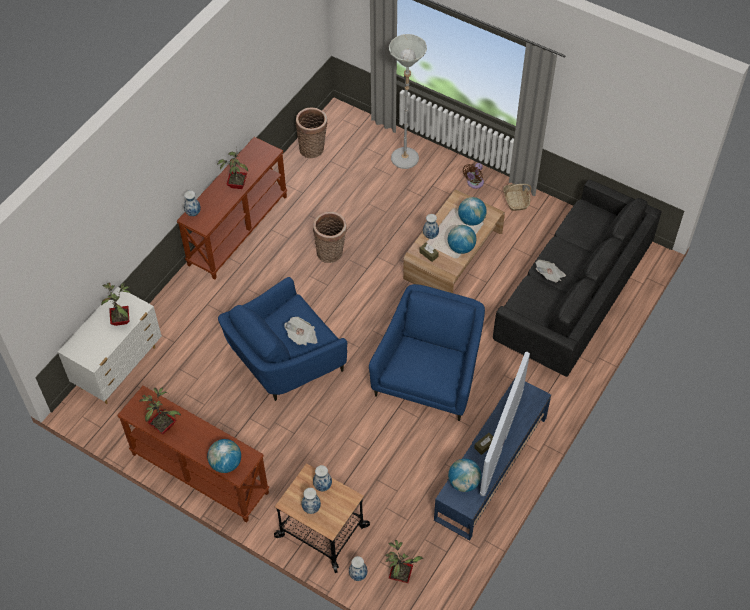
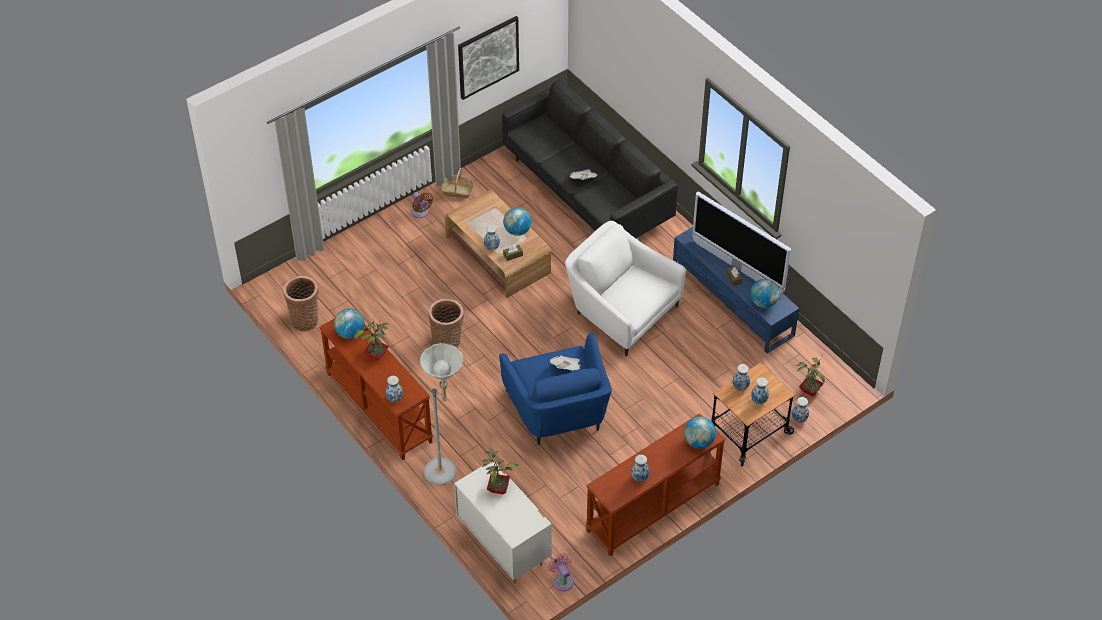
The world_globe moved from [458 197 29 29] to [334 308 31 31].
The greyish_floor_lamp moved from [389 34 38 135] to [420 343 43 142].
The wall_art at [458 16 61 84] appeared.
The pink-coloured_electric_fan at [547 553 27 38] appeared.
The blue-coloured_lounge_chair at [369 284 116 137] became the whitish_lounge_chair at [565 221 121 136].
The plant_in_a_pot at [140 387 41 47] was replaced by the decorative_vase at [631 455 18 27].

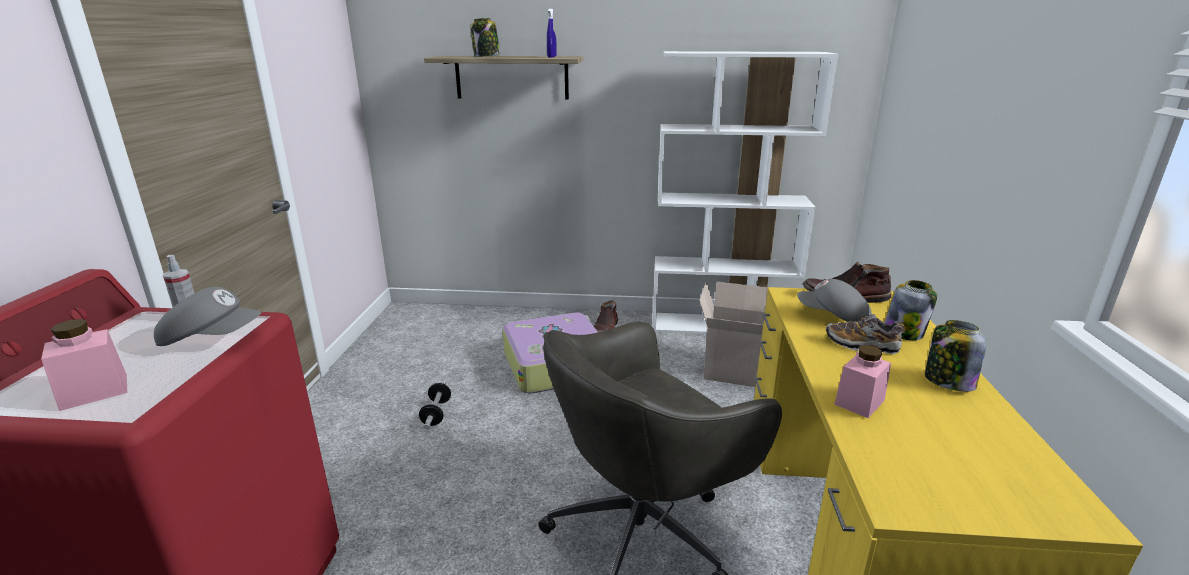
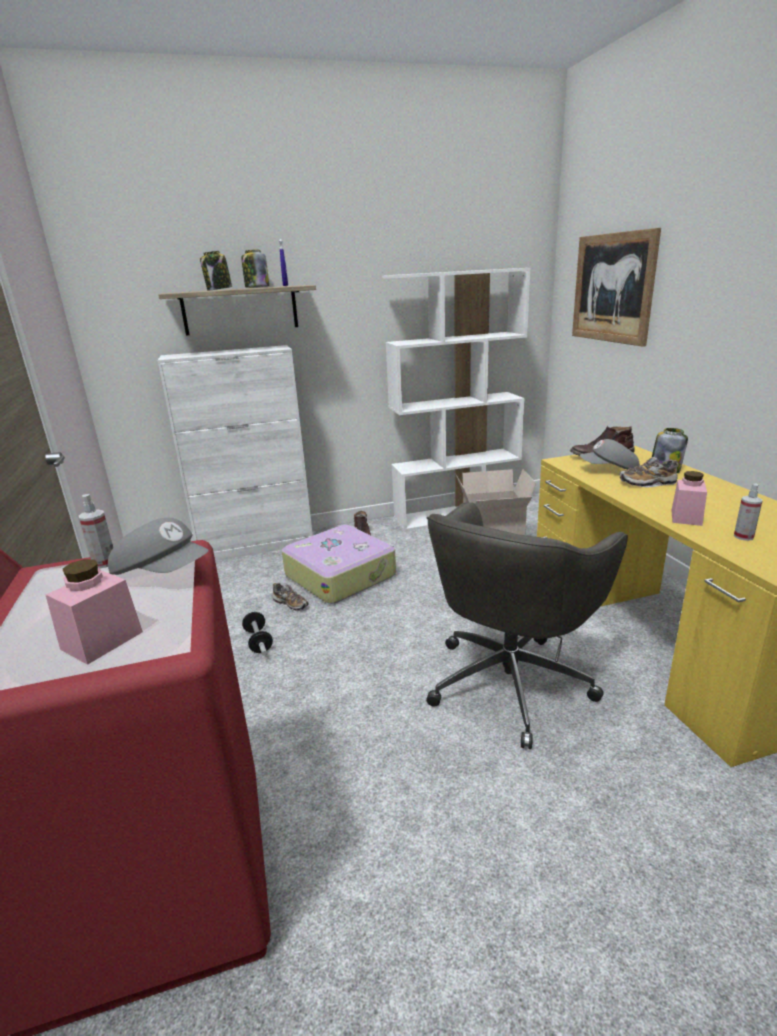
The greyish_cap at [154 287 107 59] turned 45 degrees clockwise.
The whitish_storage_cabinet at [157 345 156 216] appeared.
The jar moved from [925 320 62 72] to [241 250 28 38].
The item_of_footwear at [273 583 36 28] appeared.
The wall_art at [572 228 89 119] appeared.
The spray_bottle at [734 484 29 57] appeared.

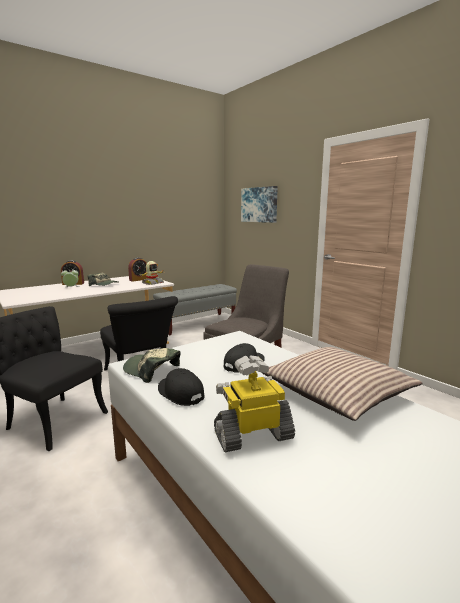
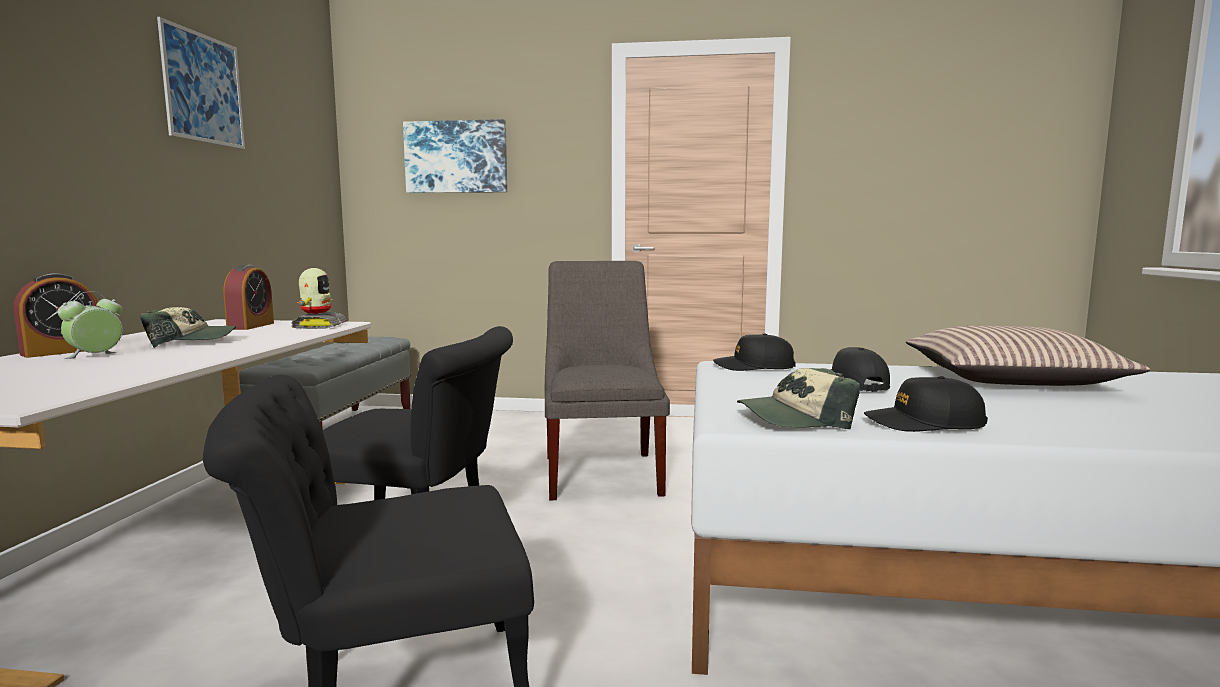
The wall_art at [157 17 88 132] appeared.
The black-coloured_cap at [713 333 83 38] appeared.
The toy_robot at [214 355 81 98] disappeared.

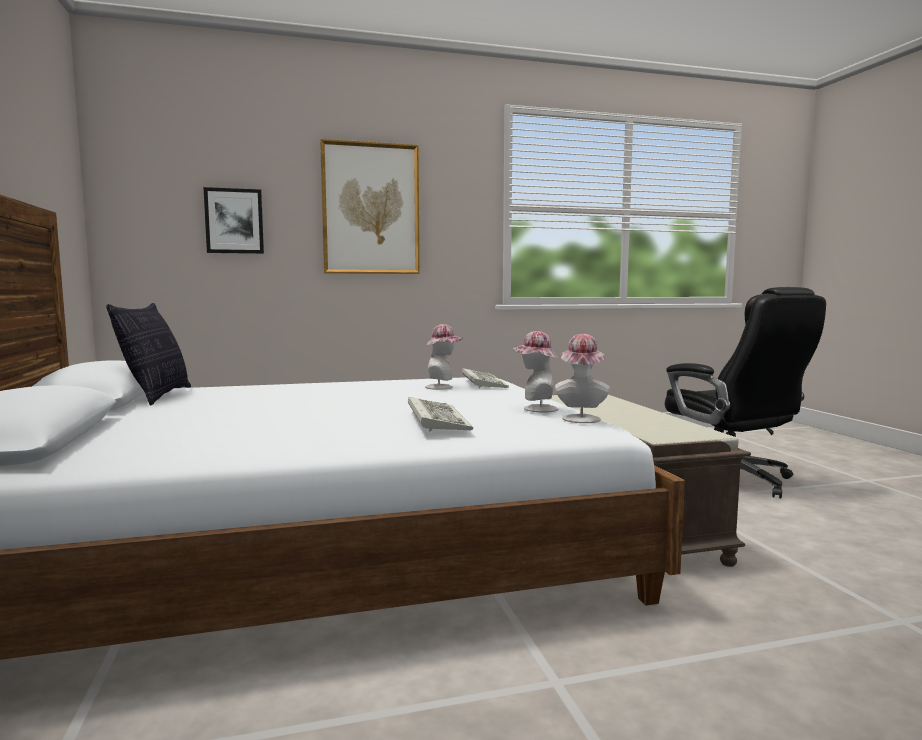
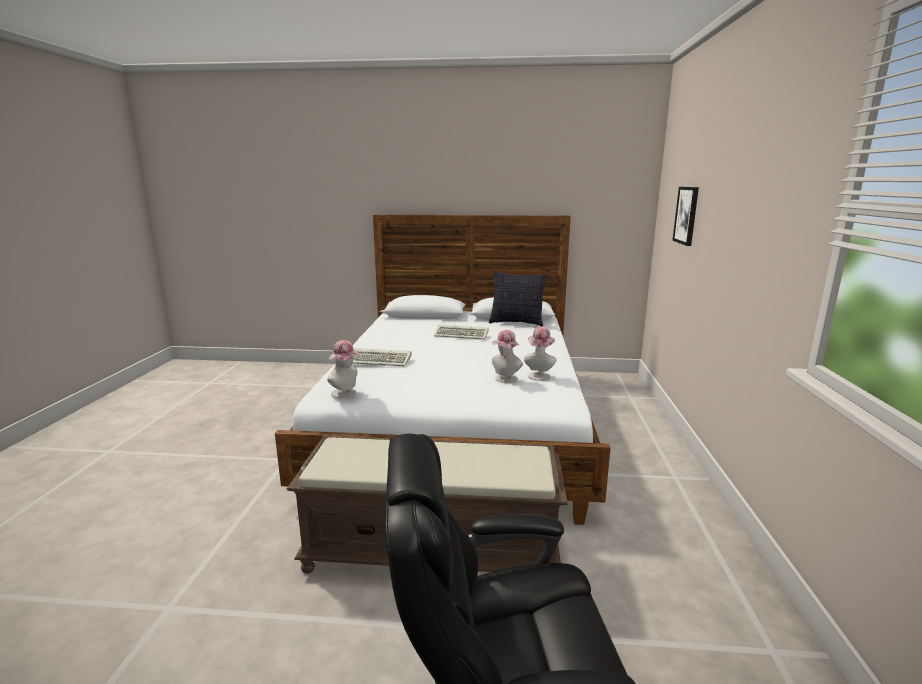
The keyboard moved from [462 368 47 21] to [434 325 55 15].
The wearable_hat moved from [512 331 47 81] to [524 326 33 55].
The wall_art at [320 139 100 135] disappeared.

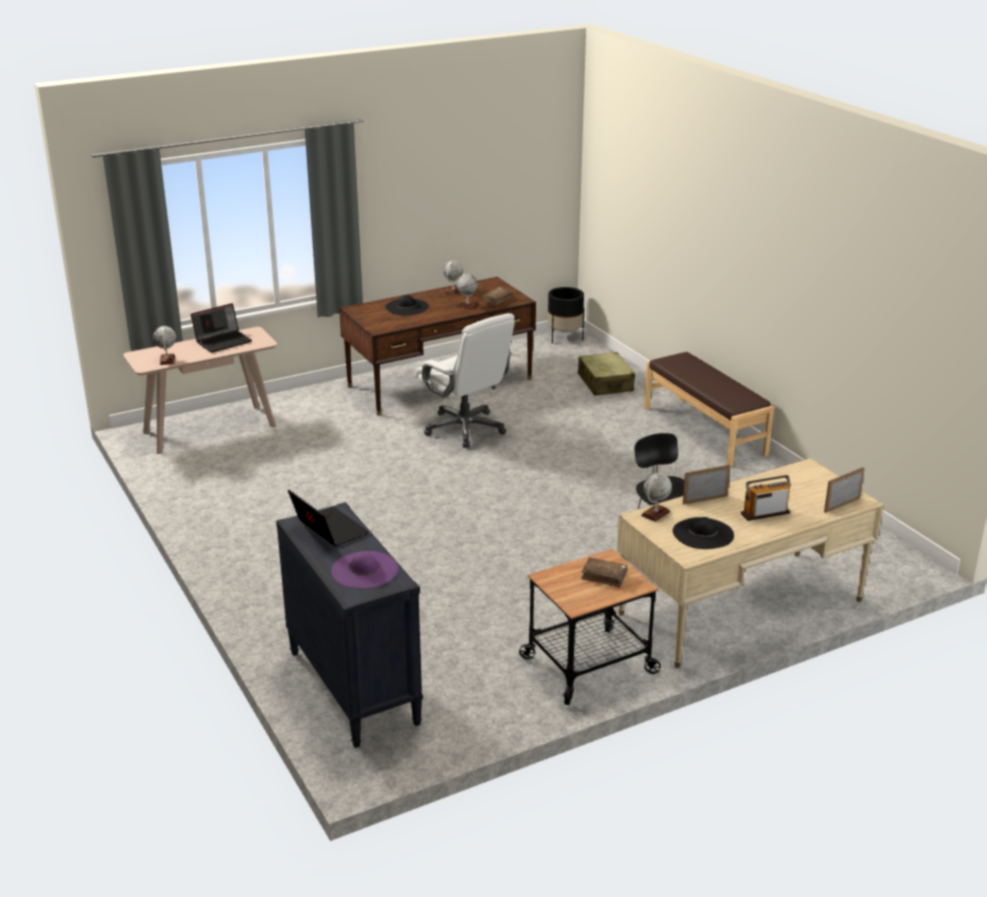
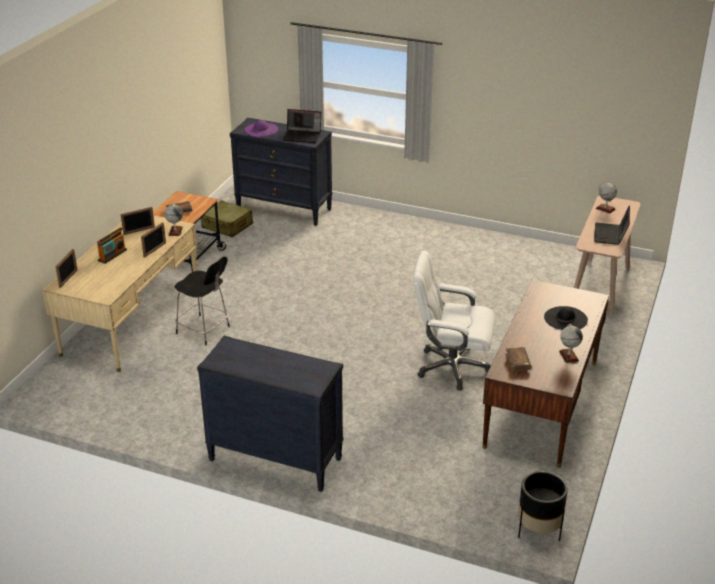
The black-coloured_wearable_hat at [673 517 61 32] was replaced by the picture_frame at [121 207 34 28].
The brown-coloured_indoor_bench at [644 352 130 115] was replaced by the black-coloured_drawer_chest at [197 336 147 156].
The beige_suitcase moved from [578 352 57 44] to [201 200 52 37].
The world_globe at [456 273 23 37] disappeared.

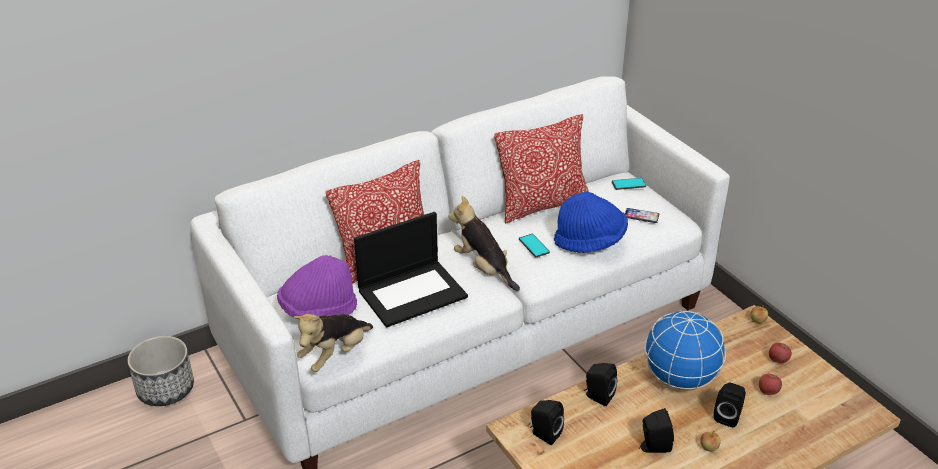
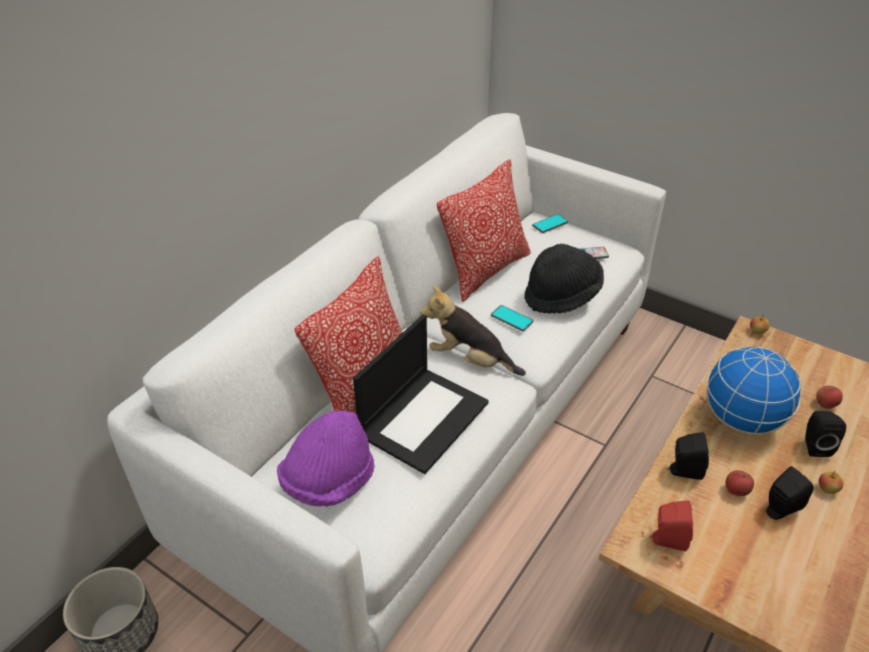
The blue-coloured_wearable_hat at [554 192 74 61] became the black-coloured_wearable_hat at [524 244 80 70].
The black-coloured_loudspeaker at [530 400 34 45] became the reddish_loudspeaker at [649 501 44 50].
The whole_apple moved from [769 343 23 20] to [726 470 28 26].
The plush_toy at [293 314 80 58] disappeared.

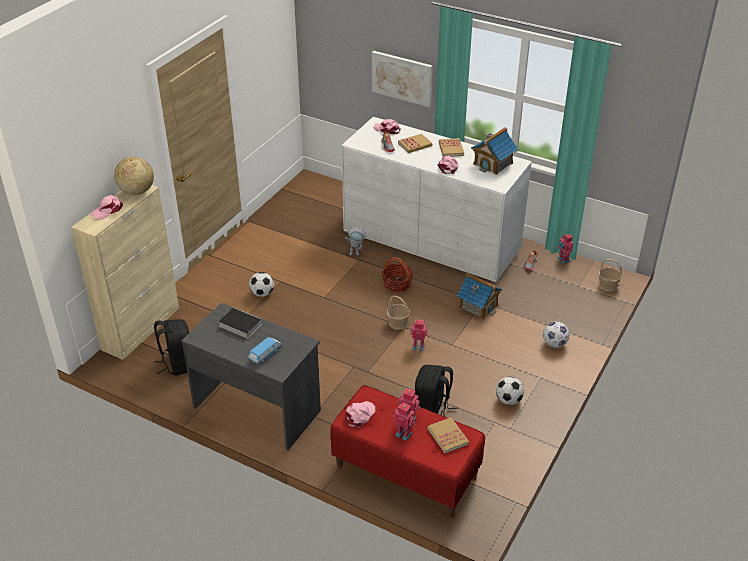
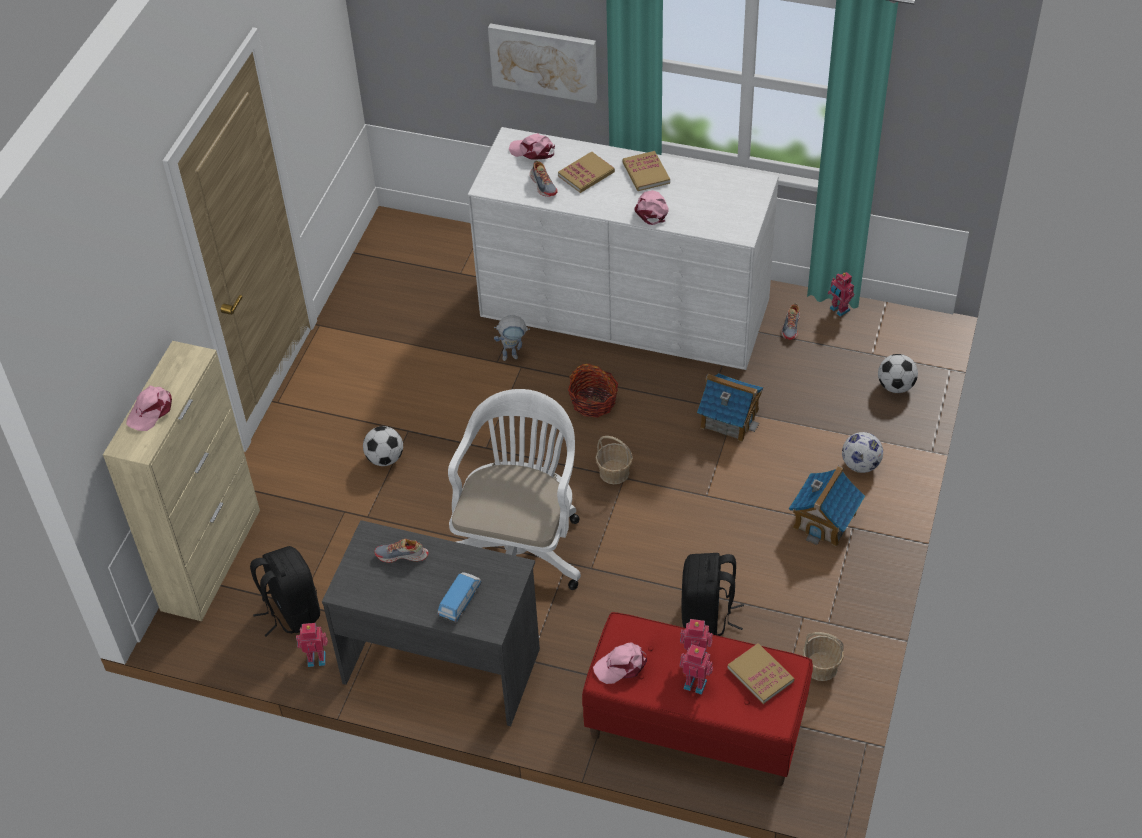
The toy_robot moved from [410 319 18 32] to [296 623 32 44].
The book at [218 307 44 31] was replaced by the item_of_footwear at [374 539 55 24].
The whitish_office_chair at [448 389 133 201] appeared.
The pink-coloured_cap at [345 401 30 27] turned 135 degrees counterclockwise.
The toy_house moved from [471 127 48 48] to [789 466 76 81].
The basket moved from [599 259 23 33] to [803 632 41 49].
The football_ball moved from [496 377 28 28] to [878 354 40 39].
The world_globe at [114 157 40 38] disappeared.

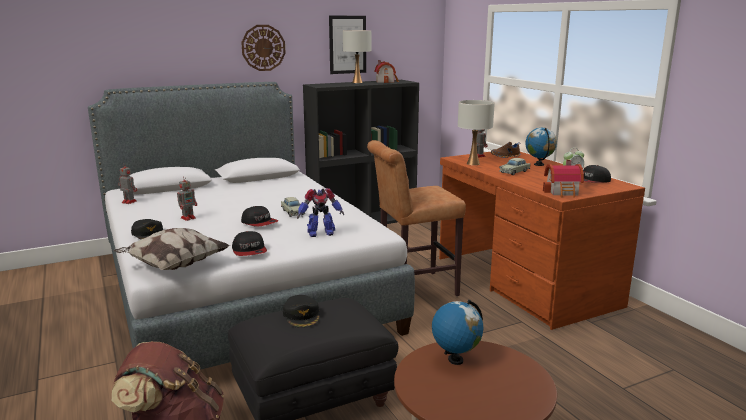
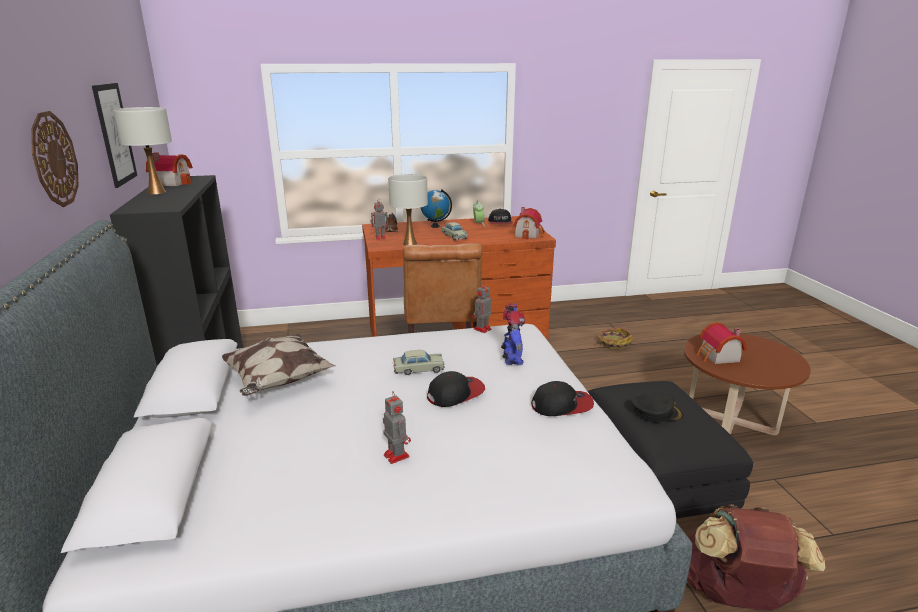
The throw_pillow moved from [114 228 116 42] to [222 334 113 62].
The toy_robot moved from [118 163 19 41] to [472 283 20 50].
The basket at [597 327 36 23] appeared.
The world_globe at [432 300 51 65] was replaced by the toy_house at [697 322 50 42].
The black-coloured_cap at [131 219 32 20] disappeared.

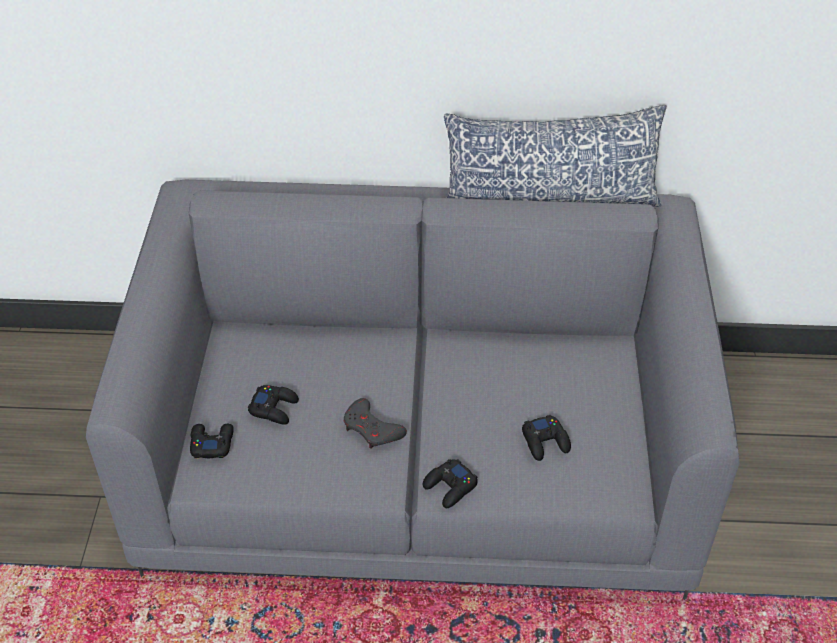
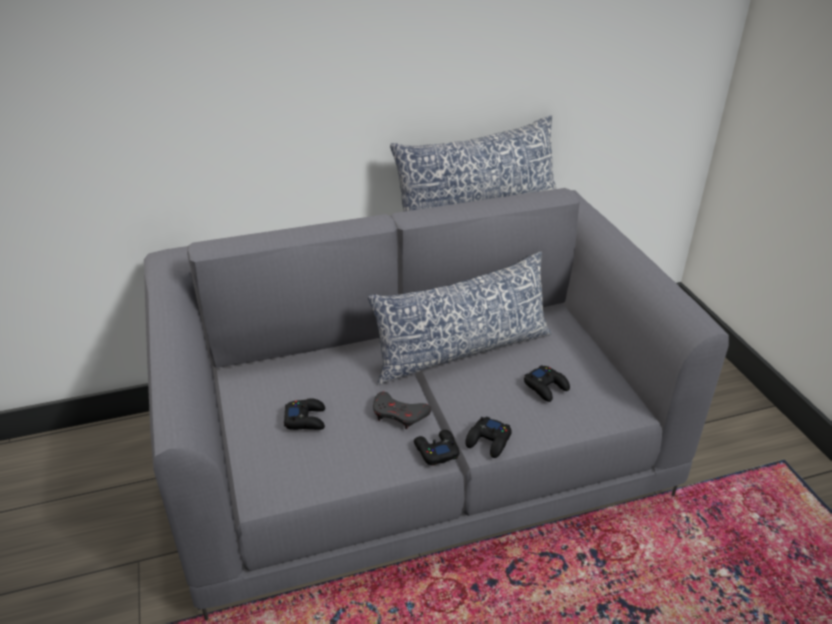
The throw_pillow at [368 251 184 134] appeared.
The black-coloured_joypad moved from [190 424 44 35] to [414 430 45 36].

